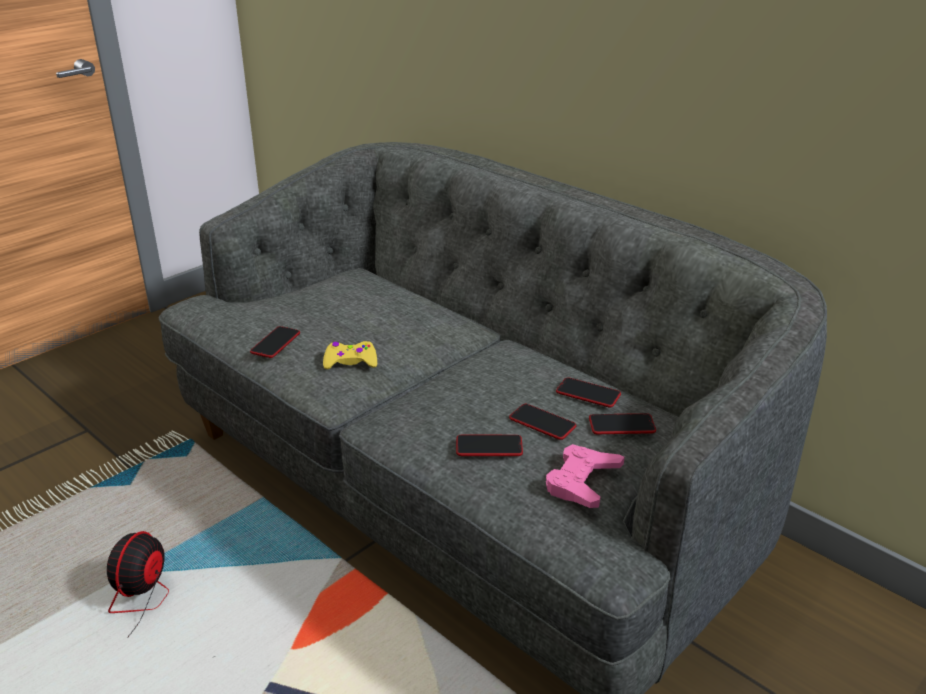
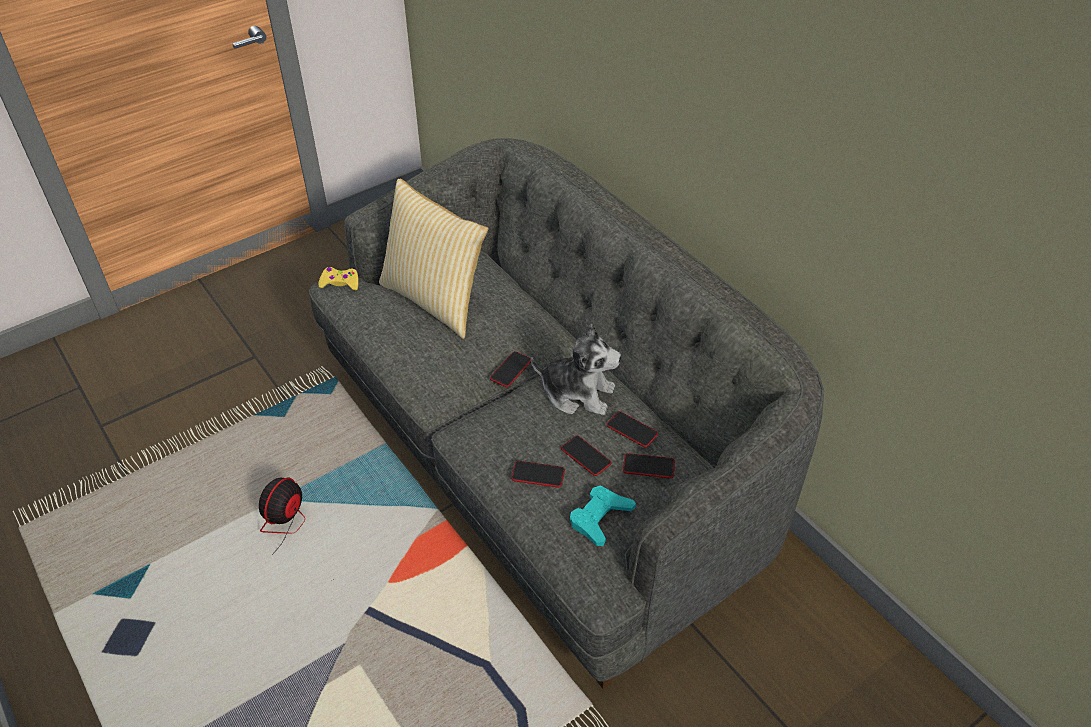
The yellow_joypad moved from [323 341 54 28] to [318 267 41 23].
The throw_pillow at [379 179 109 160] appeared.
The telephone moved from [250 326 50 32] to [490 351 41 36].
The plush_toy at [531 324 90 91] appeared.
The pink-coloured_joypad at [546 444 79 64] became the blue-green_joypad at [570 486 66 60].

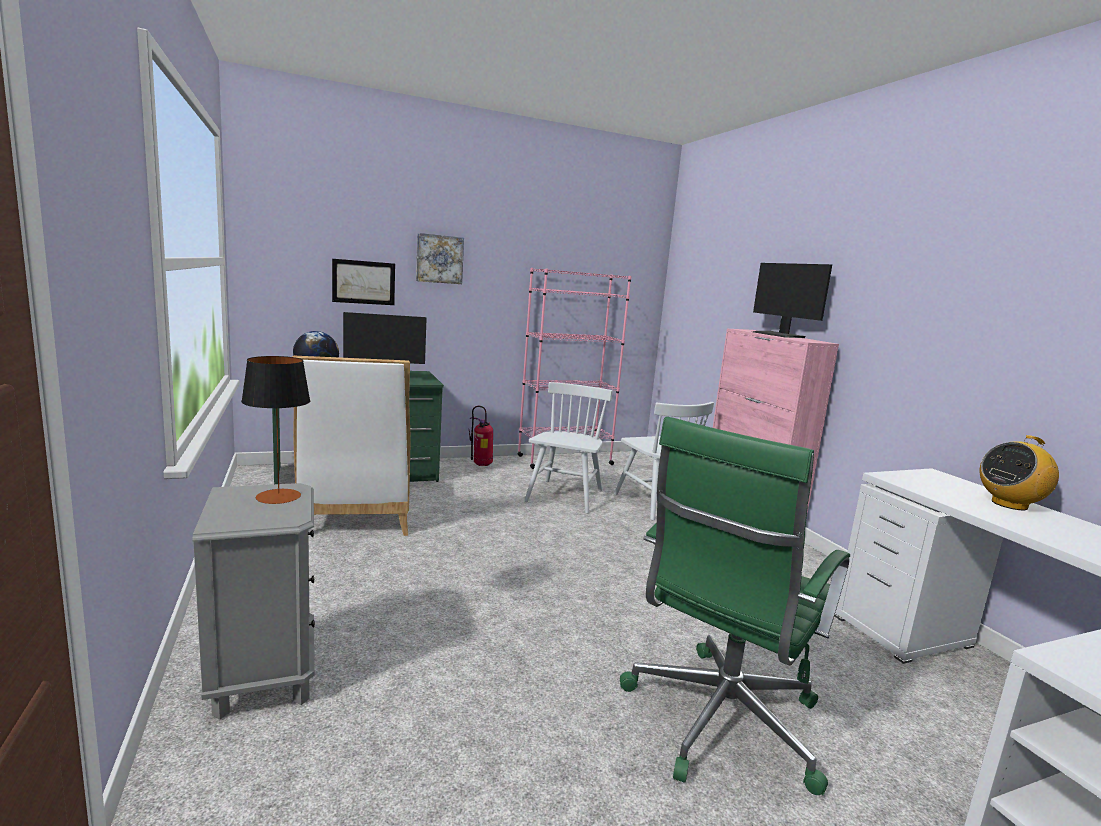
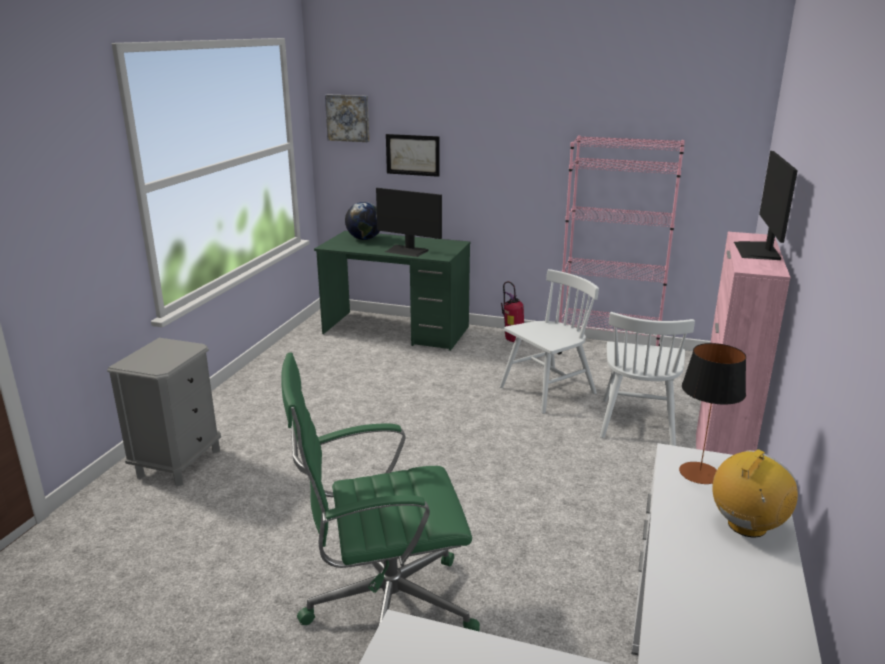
The wall_art moved from [416 233 48 51] to [325 94 44 48].
The tabletop_lamp moved from [241 356 69 148] to [679 343 67 141].
The radio at [980 435 79 75] turned 120 degrees clockwise.
The whitish_plain_chair at [292 355 119 181] disappeared.

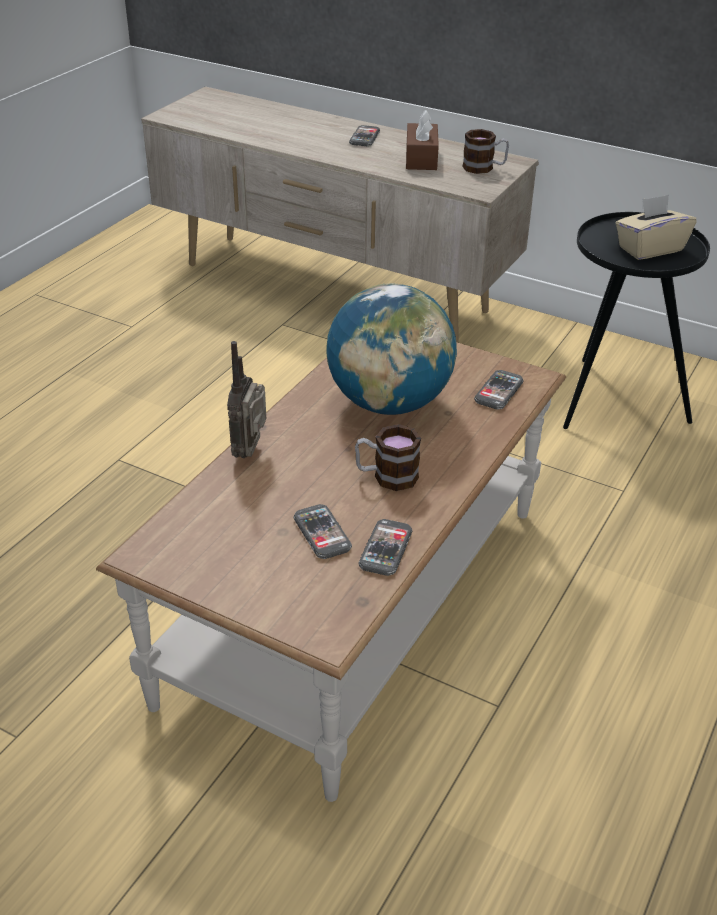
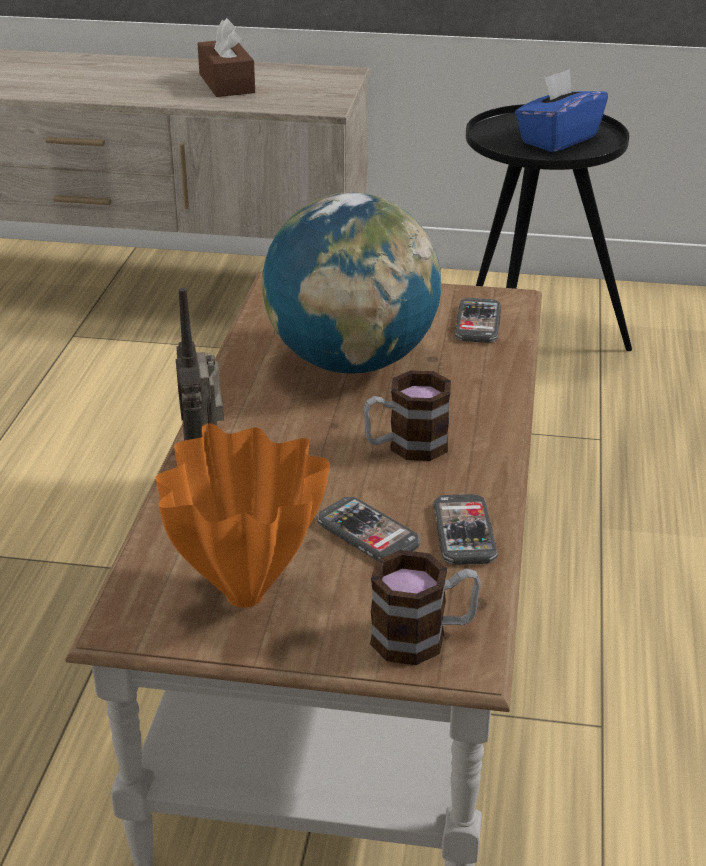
The orangey_decorative_vase at [155 423 175 185] appeared.
The mug moved from [462 129 47 45] to [370 550 111 115].
The beige_box_of_tissues at [616 195 80 65] became the blue-coloured_box_of_tissues at [515 69 93 83].
The telephone at [349 125 31 21] disappeared.

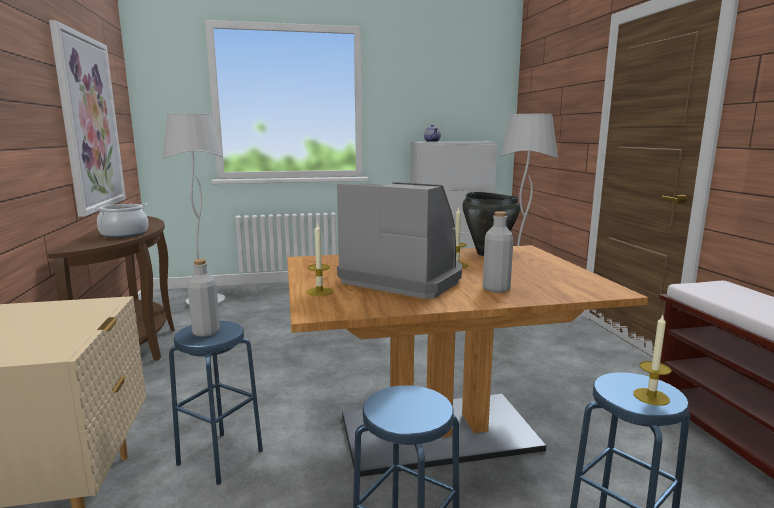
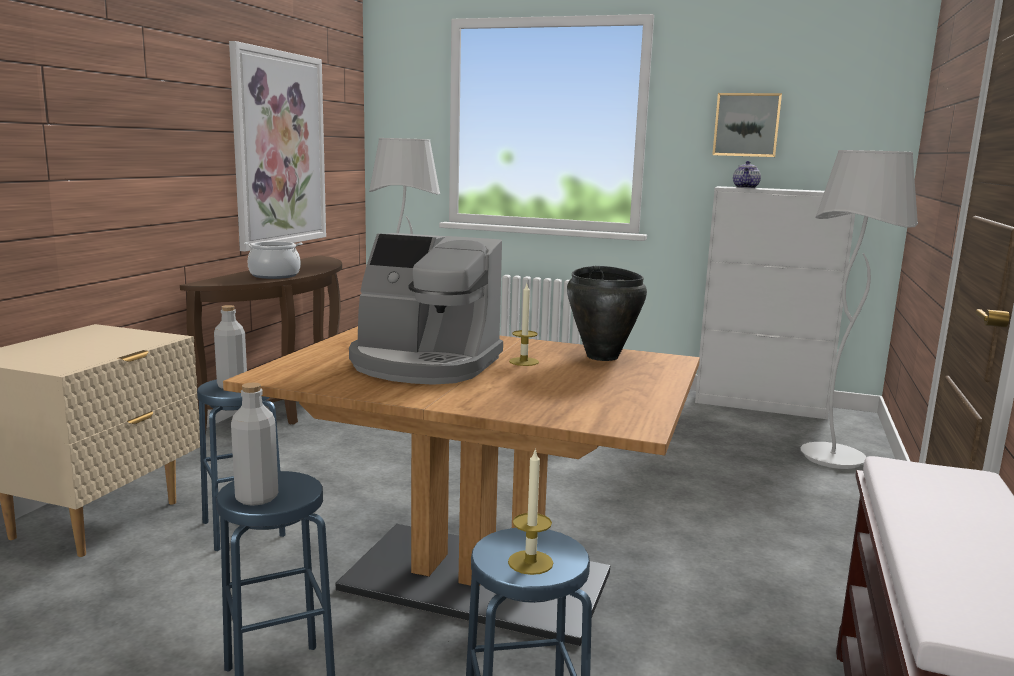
The greyish_beverage_bottle moved from [483 211 30 82] to [231 383 47 123].
The coffee_maker at [337 182 125 117] turned 135 degrees clockwise.
The wall_art at [712 93 70 64] appeared.
The wax_light at [307 222 26 74] disappeared.

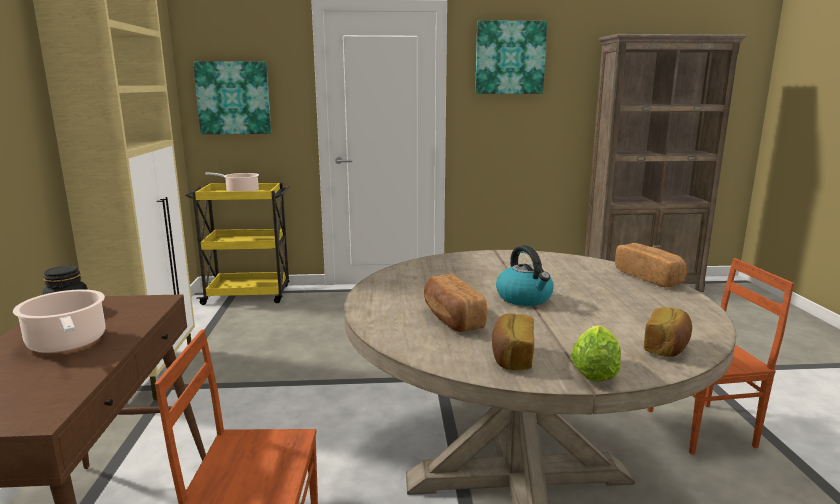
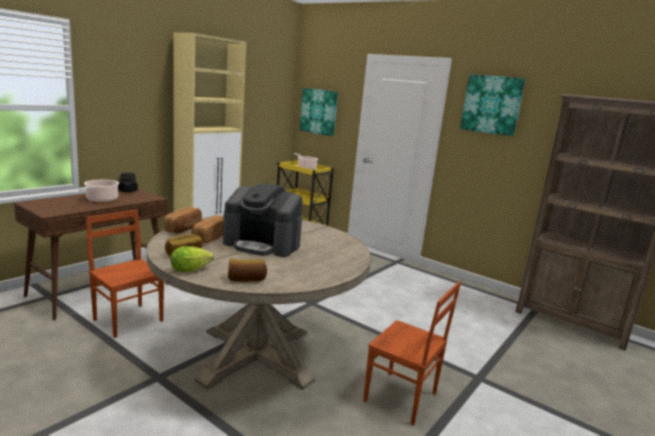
The baked_bread moved from [615 243 73 45] to [164 207 38 27].
The kettle at [496 245 58 61] was replaced by the coffee_maker at [223 183 79 74].

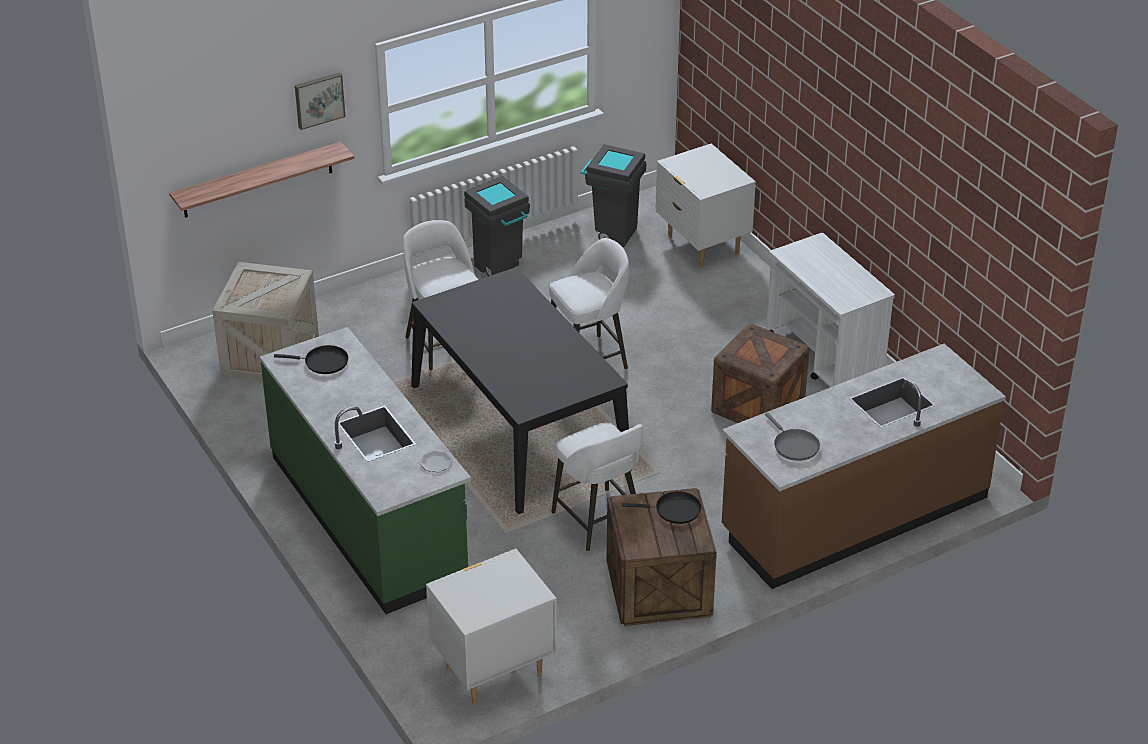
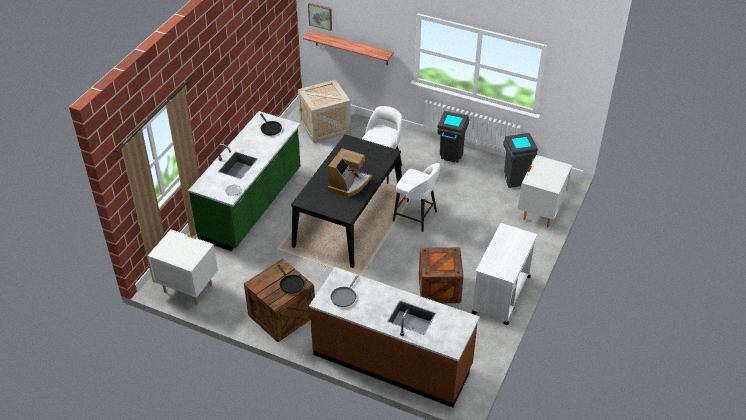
The wall_art moved from [295 72 50 58] to [308 3 24 28].
The coffee_maker at [328 148 44 49] appeared.
The whitish_stool at [551 422 92 129] disappeared.

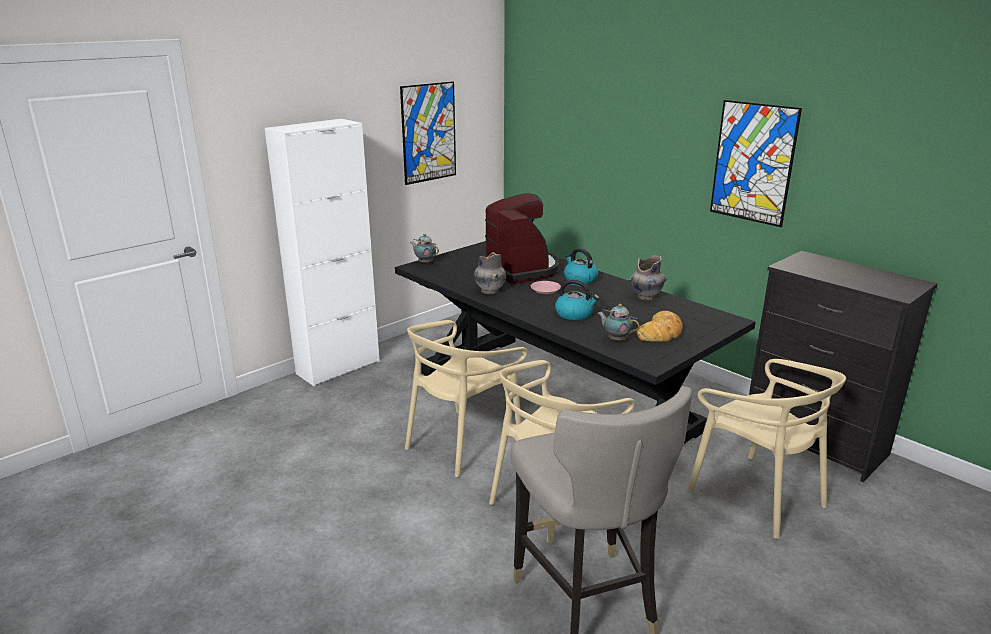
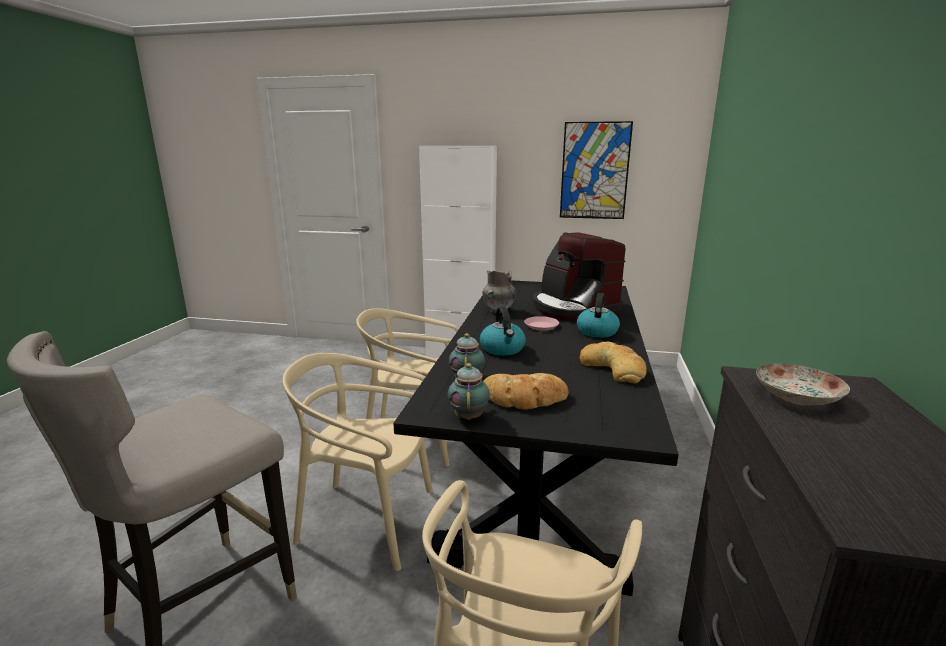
The pot_for_tea moved from [410 234 29 30] to [448 363 42 57].
The coffee_maker at [483 193 76 91] turned 120 degrees clockwise.
The greyish_decorative_vase at [627 255 40 45] was replaced by the baked_bread at [580 341 66 43].
The dinner_plate at [756 364 94 42] appeared.
The wall_art at [710 100 92 127] disappeared.

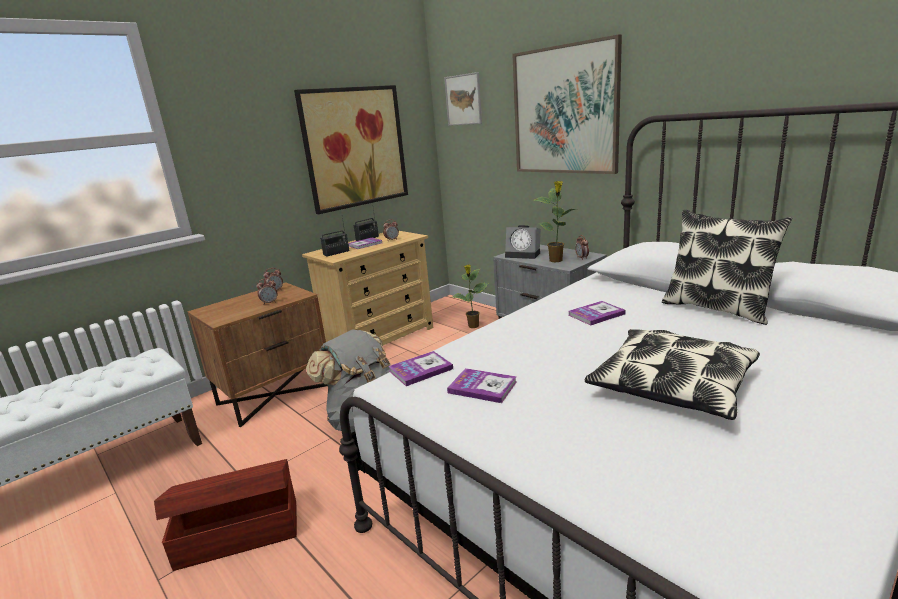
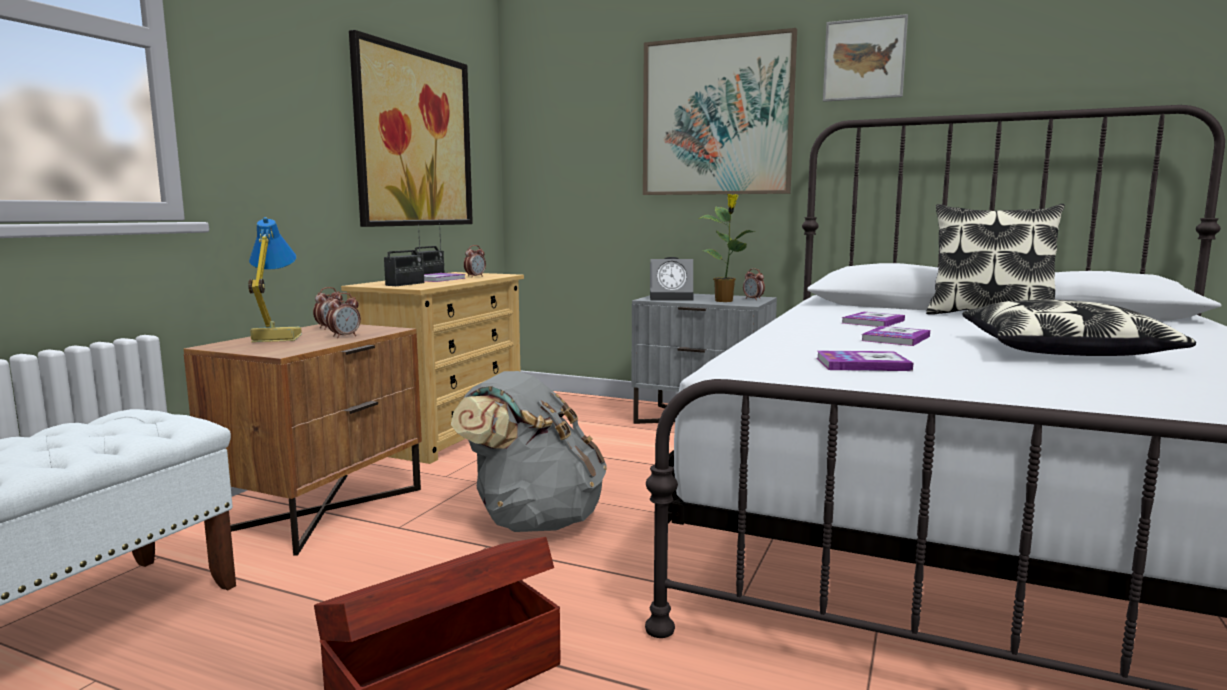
The tabletop_lamp at [248 217 54 125] appeared.
The wall_art moved from [444 72 38 54] to [823 14 85 88].
The book moved from [388 351 65 35] to [862 326 68 20].
The plant_in_a_pot at [453 265 35 63] disappeared.

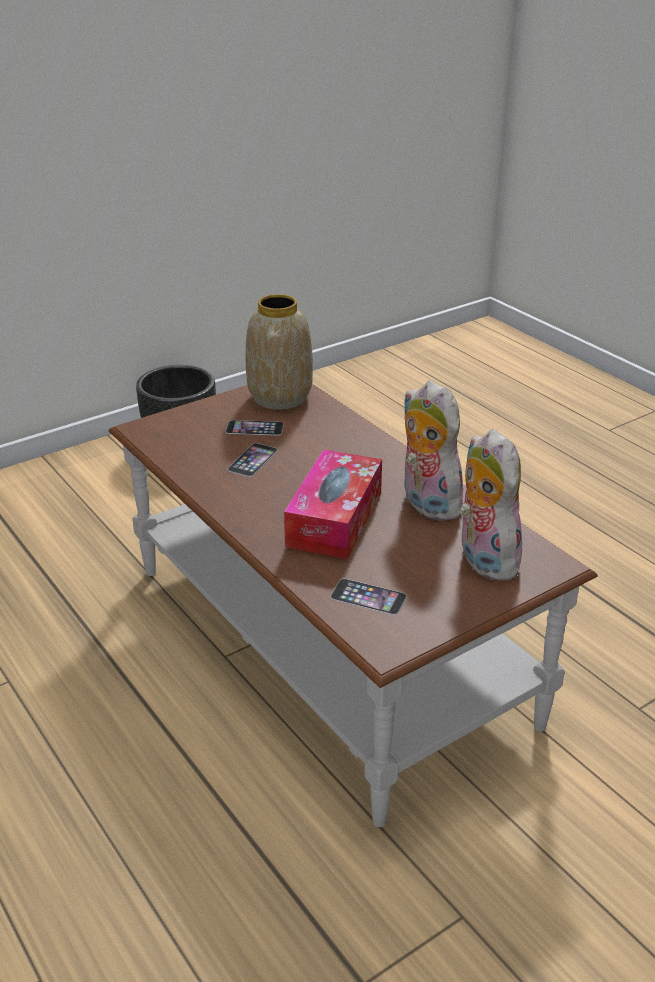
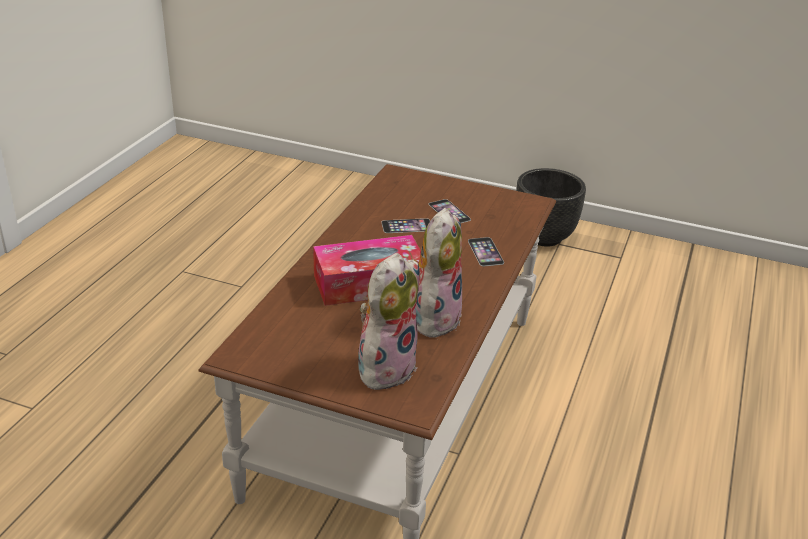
The telephone moved from [330 579 77 36] to [468 237 36 30].
The decorative_vase at [246 294 67 116] disappeared.

